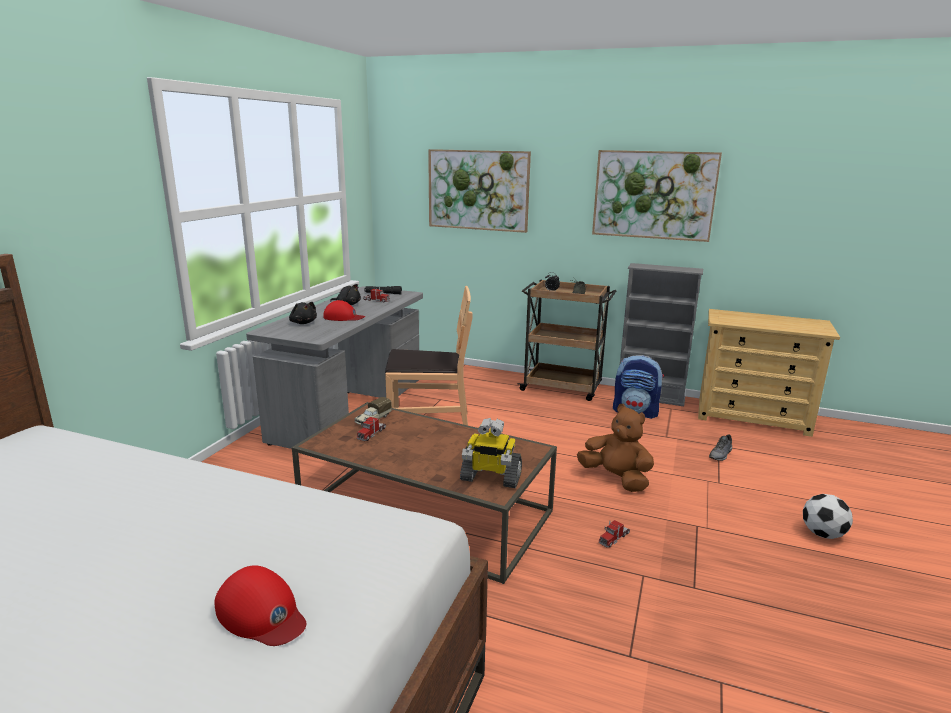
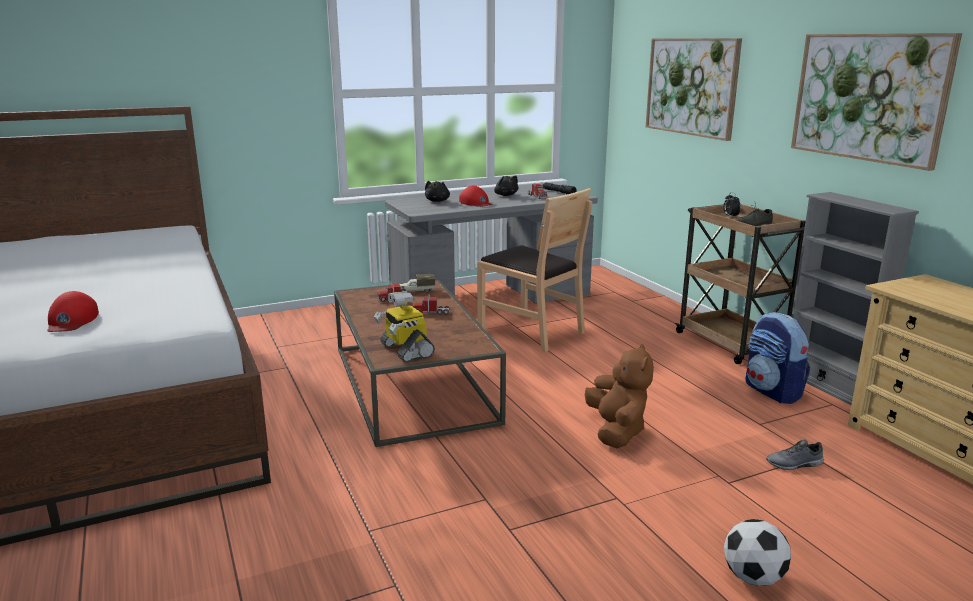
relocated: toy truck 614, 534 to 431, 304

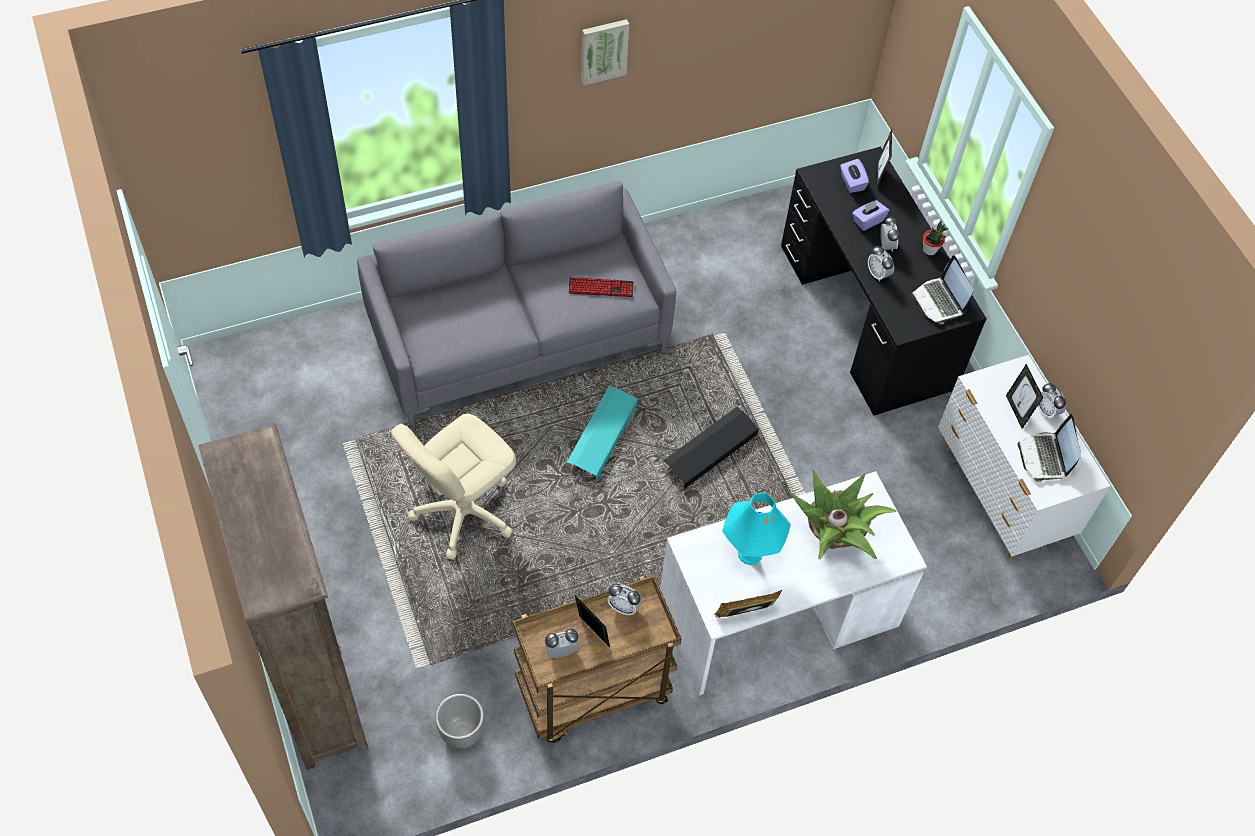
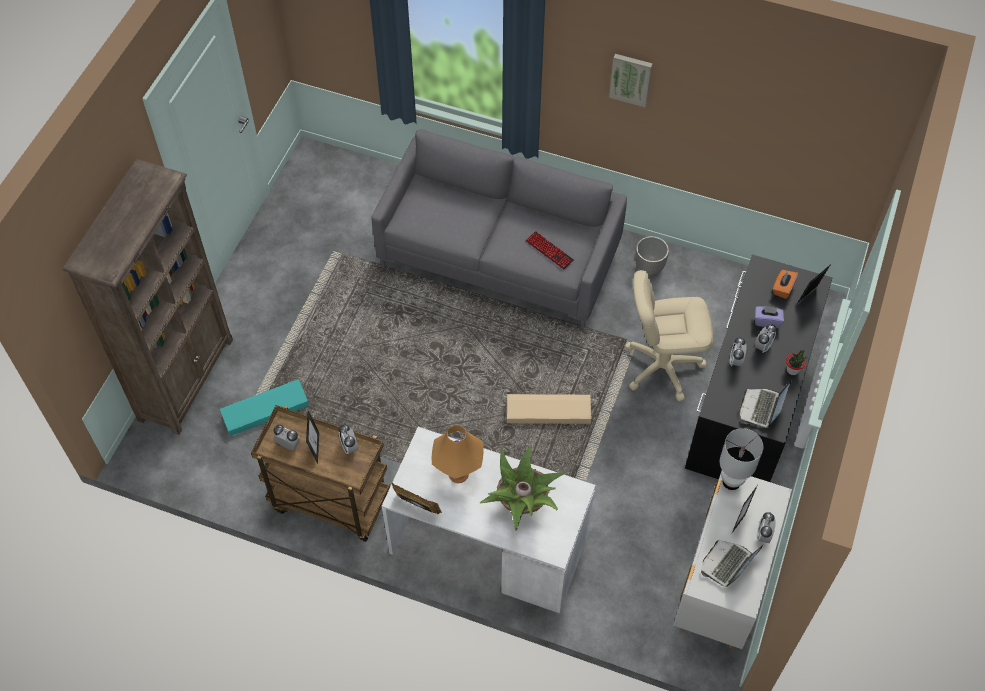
appeared: white table lamp 741, 459
relocated: beige office chair 454, 486 to 669, 335; planter 459, 721 to 652, 255; turquoise storage box 602, 433 to 264, 408
colour: black storage box 710, 447 to beige storage box 549, 409; turquoise table lamp 756, 529 to orange table lamp 457, 454; purple tissue box 854, 176 to orange tissue box 785, 284

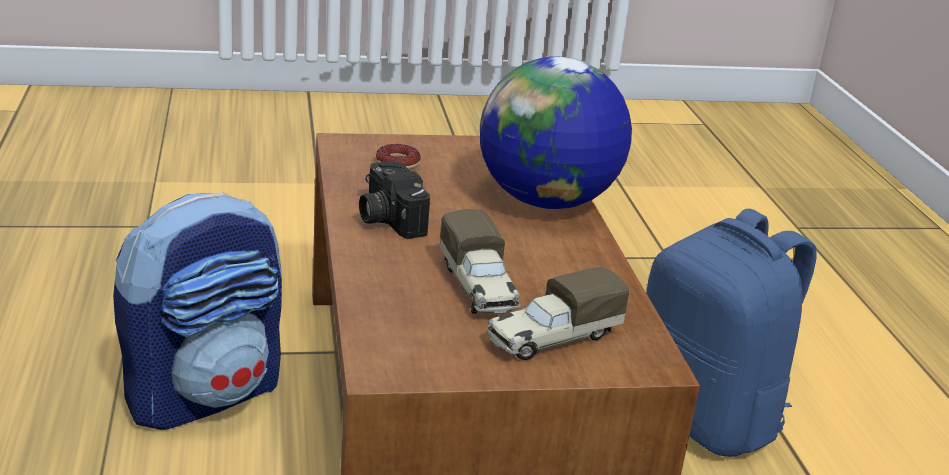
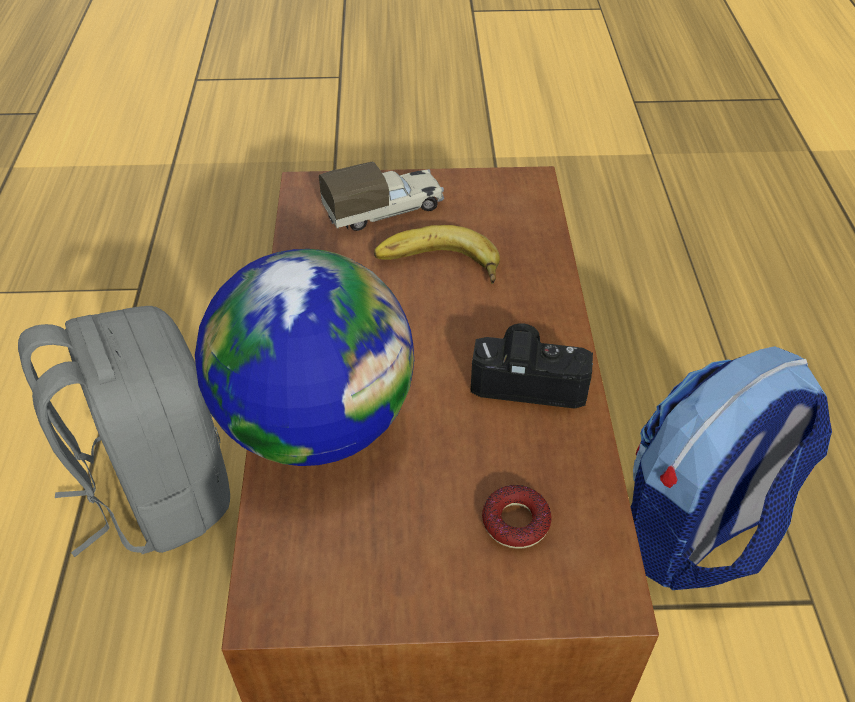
exchanged: toy truck 480, 261 to banana 437, 254
colour: blue backpack 731, 333 to grey backpack 124, 431
spun: photo camera 394, 200 = 531, 366 60 degrees counterclockwise

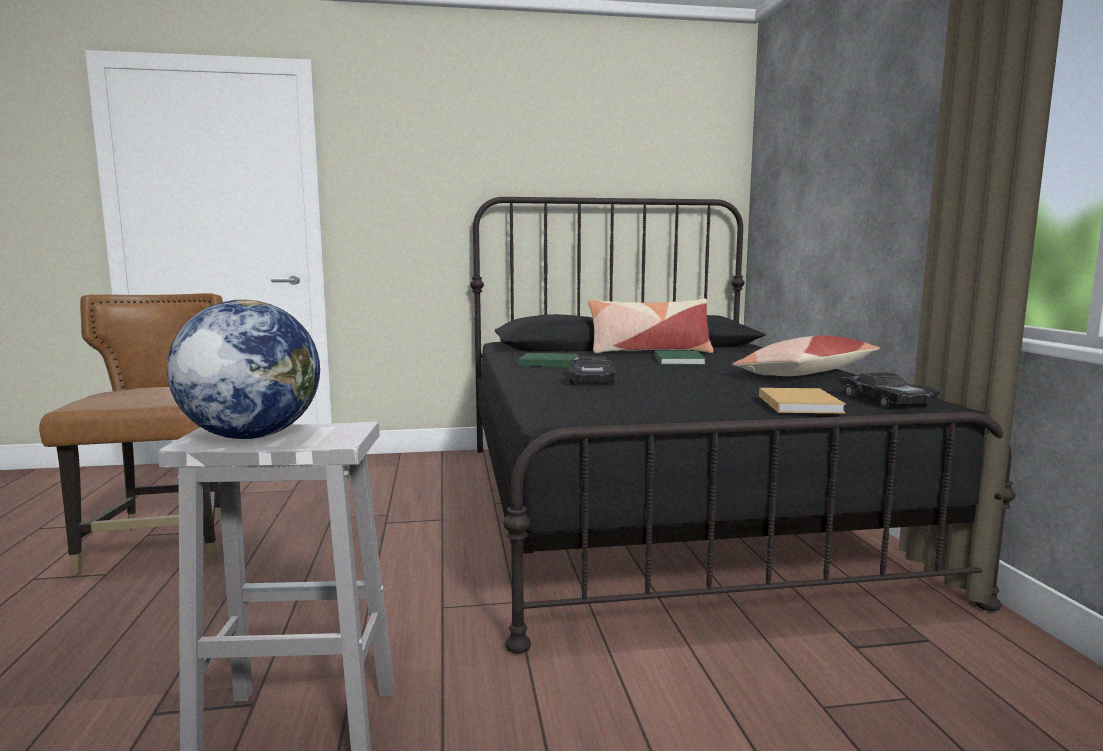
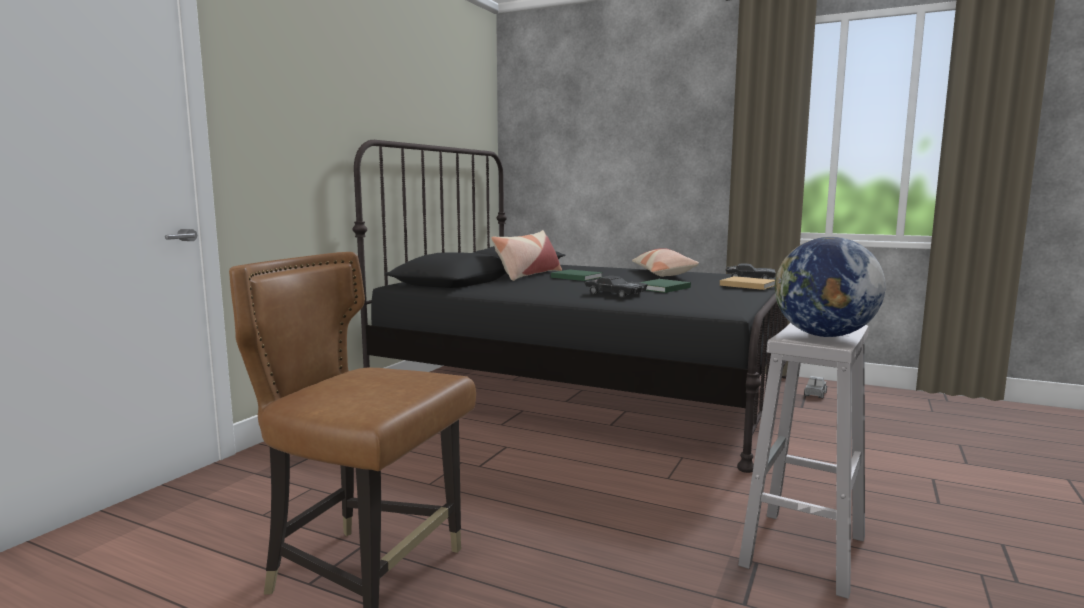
appeared: toy truck 815, 387
relocated: green book 548, 360 to 665, 286

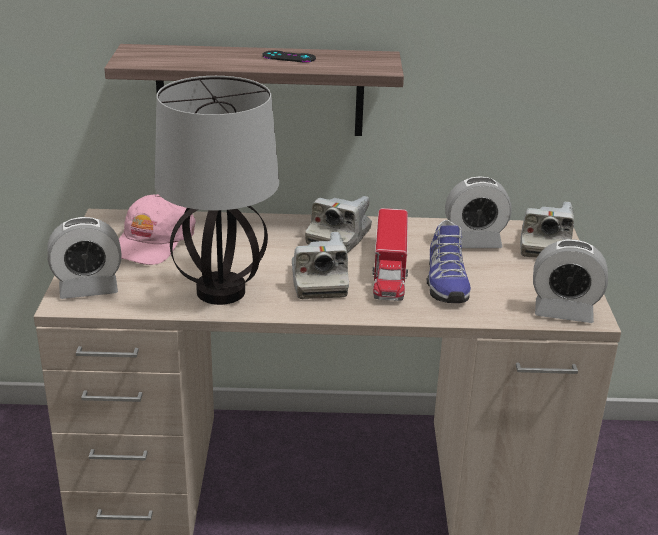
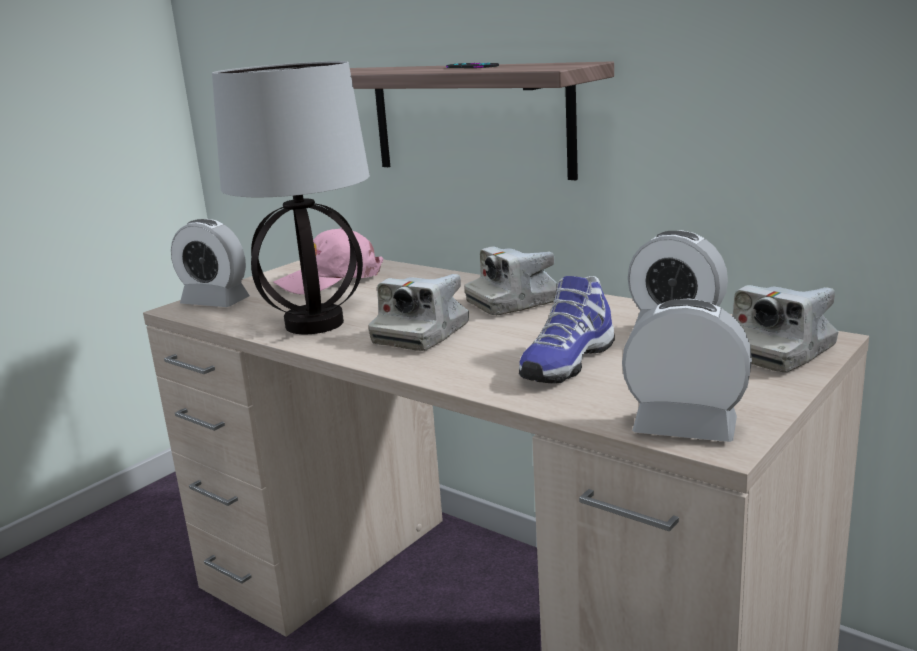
missing: toy truck 390, 254
spun: alarm clock 570, 281 = 687, 370 150 degrees clockwise

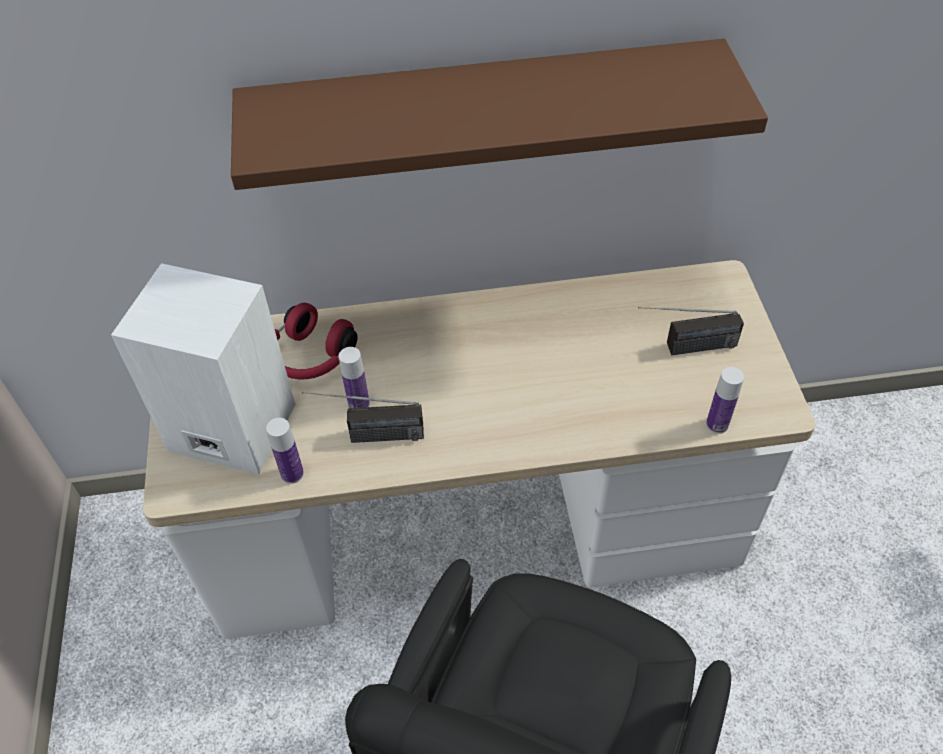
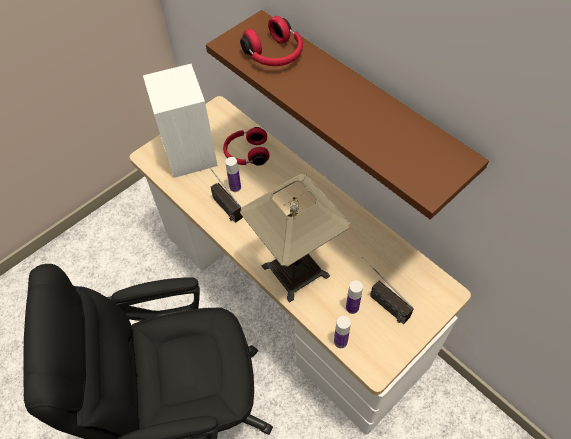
appeared: red headphones 271, 41; table lamp 295, 238
relocated: bottle 285, 451 to 354, 297

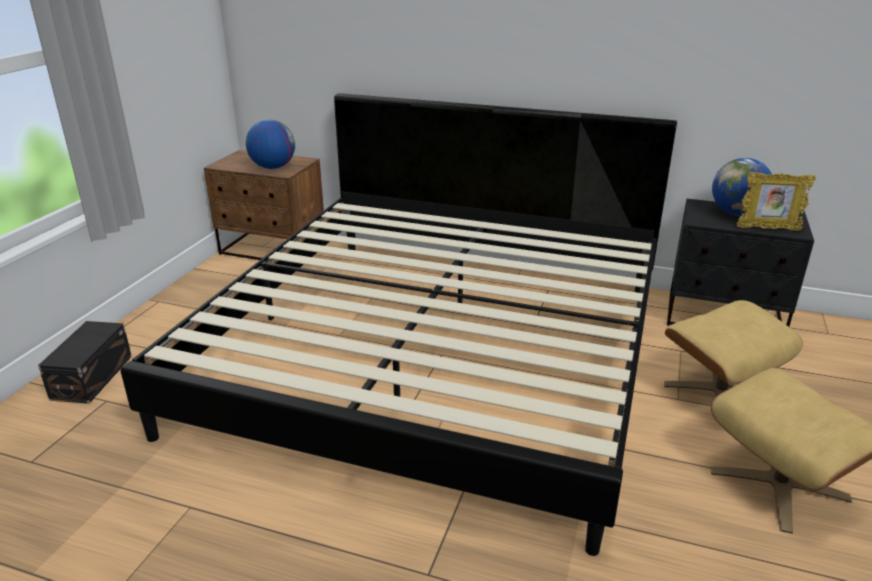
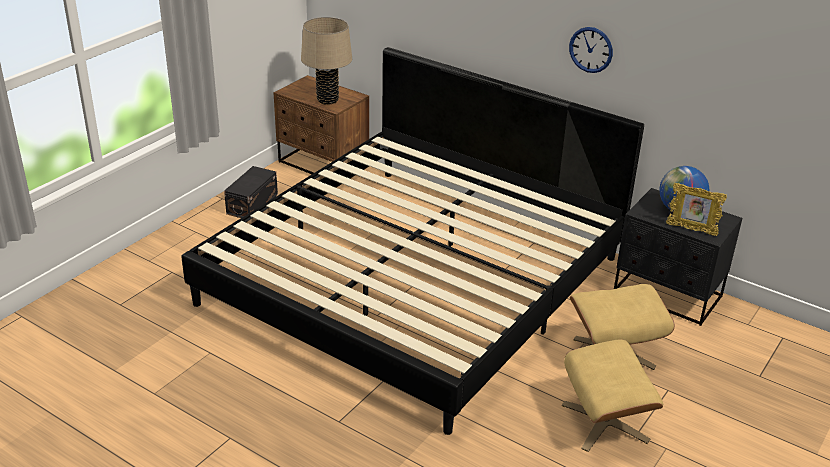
appeared: wall clock 591, 50
relocated: black storage box 85, 362 to 251, 192
exchanged: globe 270, 144 to beige table lamp 326, 61

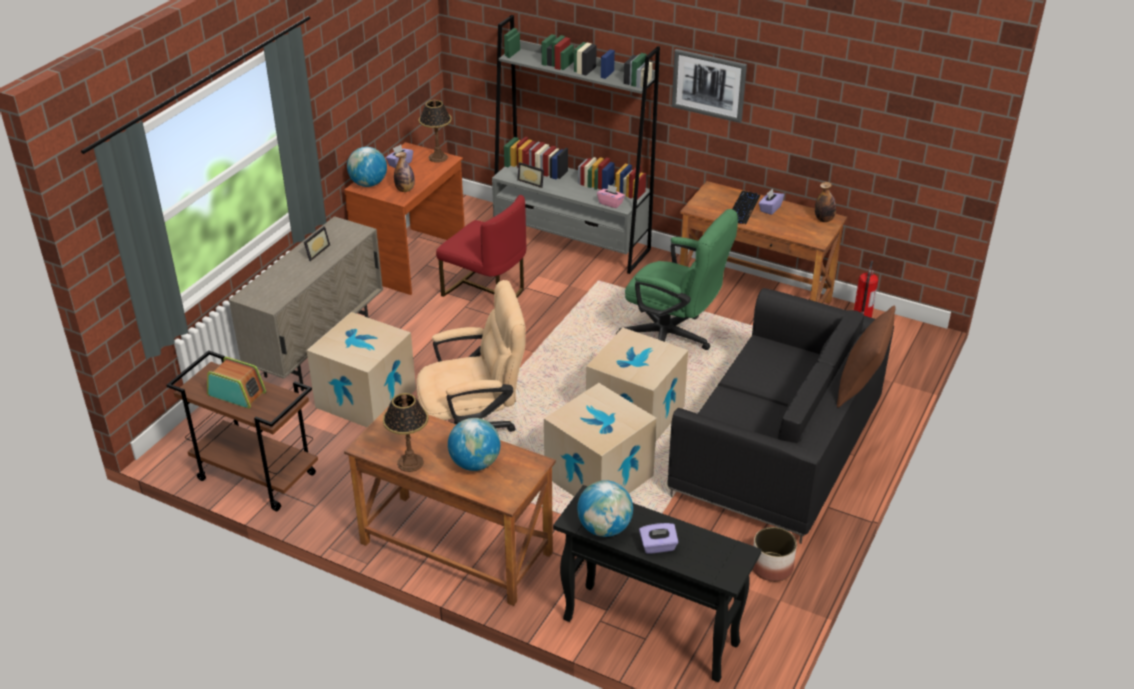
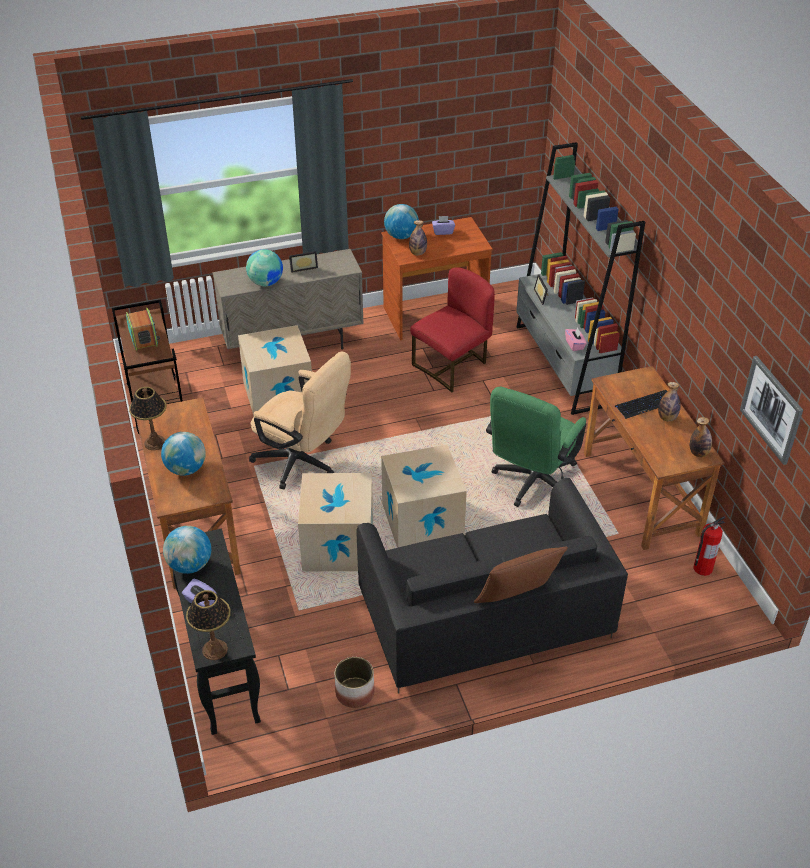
appeared: globe 264, 267
relocated: table lamp 435, 131 to 208, 625; picture 709, 86 to 771, 410
exchanged: purple tissue box 771, 202 to bottle 669, 401
spun: red chair 481, 246 = 452, 330 120 degrees counterclockwise; green office chair 677, 279 = 536, 447 45 degrees clockwise

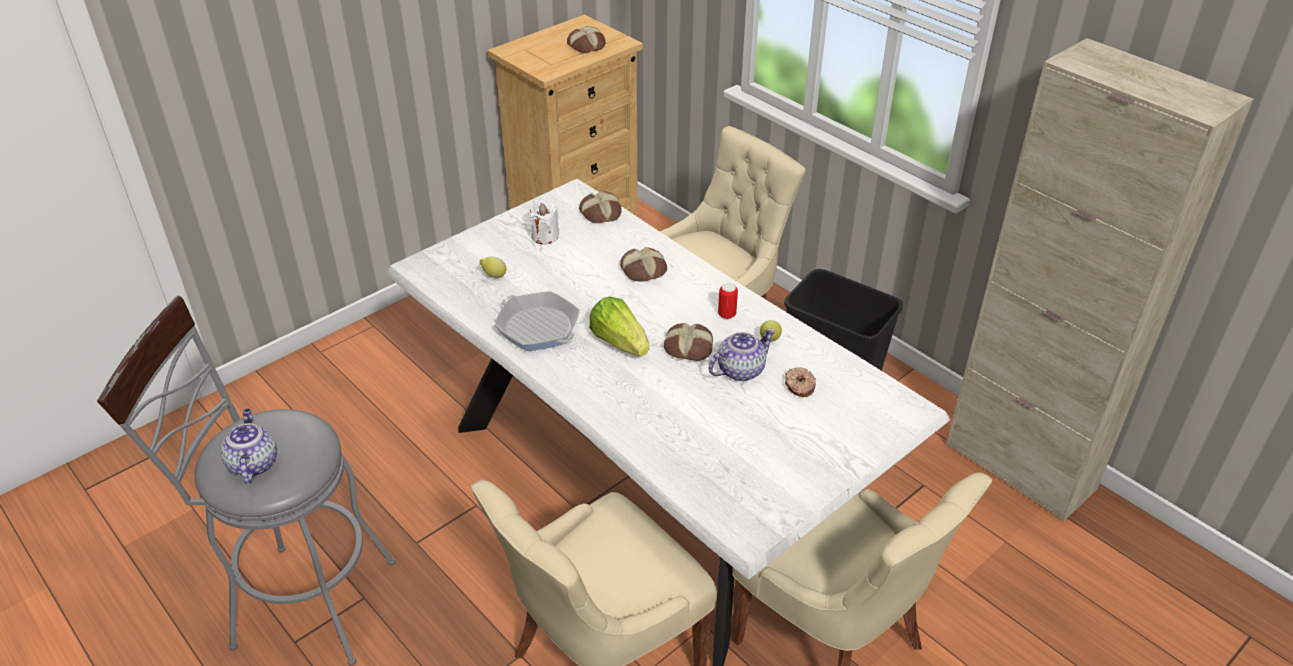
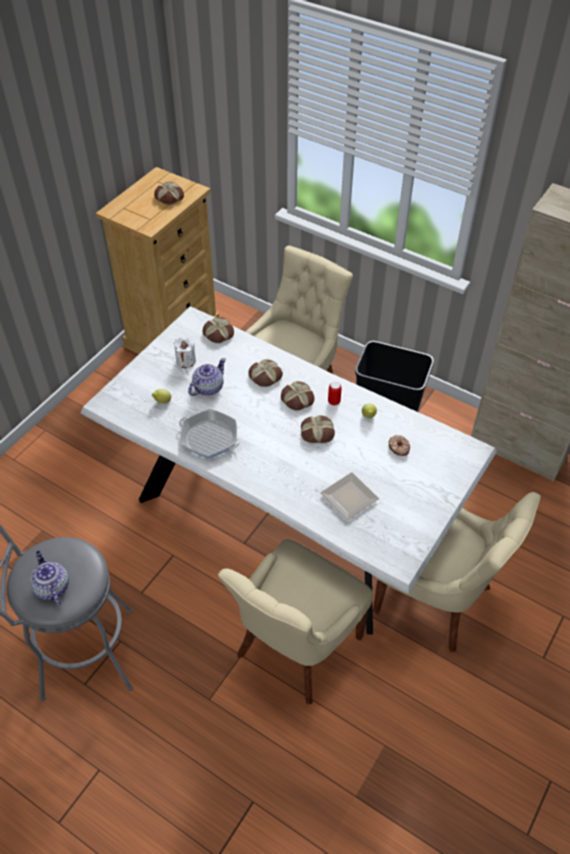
missing: lettuce 619, 326
appeared: bread 297, 396; plate 349, 496
relocated: teapot 741, 354 to 207, 377

